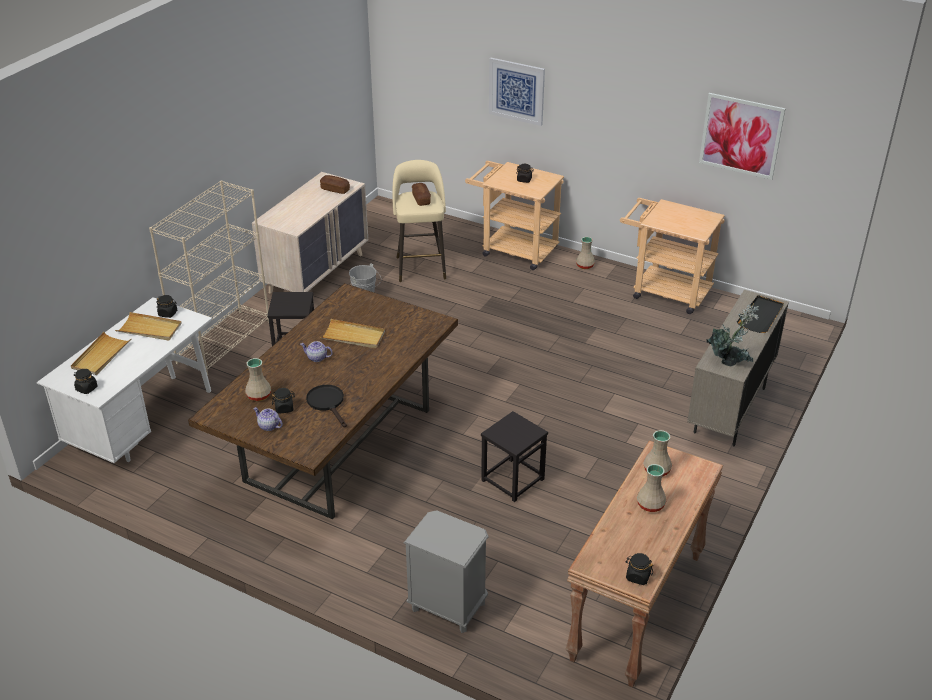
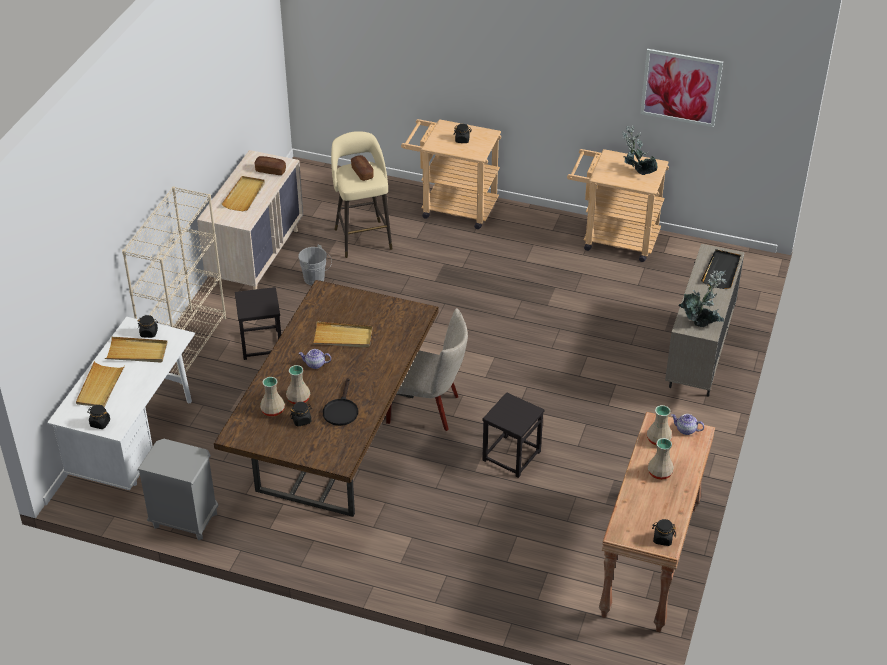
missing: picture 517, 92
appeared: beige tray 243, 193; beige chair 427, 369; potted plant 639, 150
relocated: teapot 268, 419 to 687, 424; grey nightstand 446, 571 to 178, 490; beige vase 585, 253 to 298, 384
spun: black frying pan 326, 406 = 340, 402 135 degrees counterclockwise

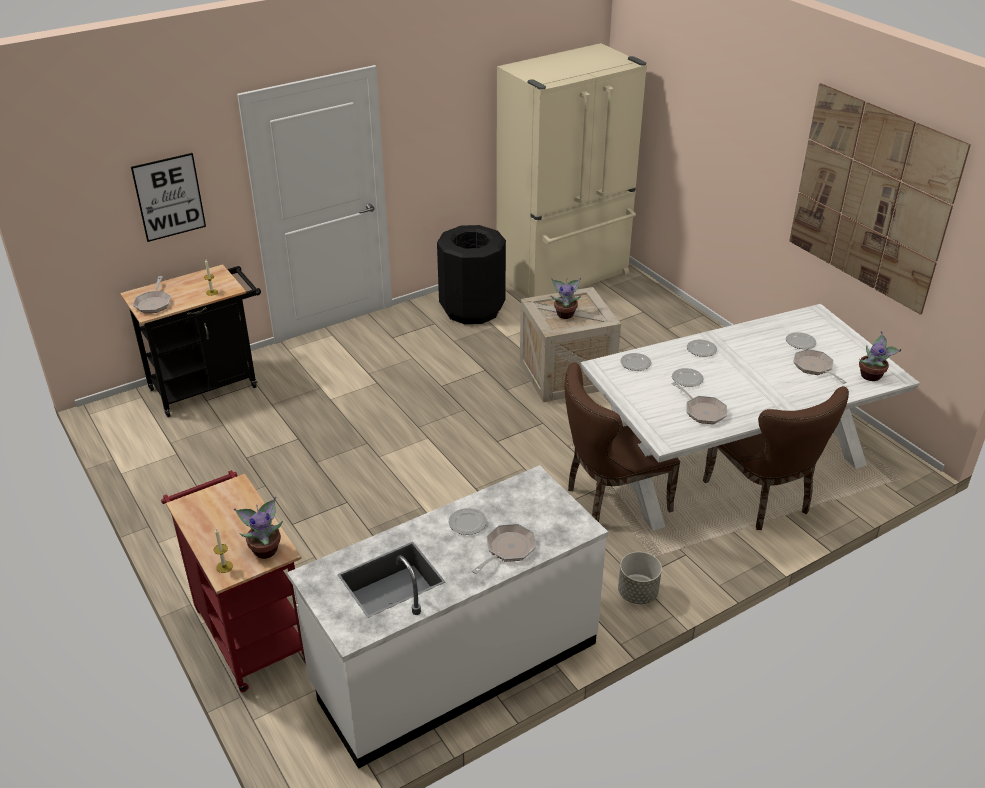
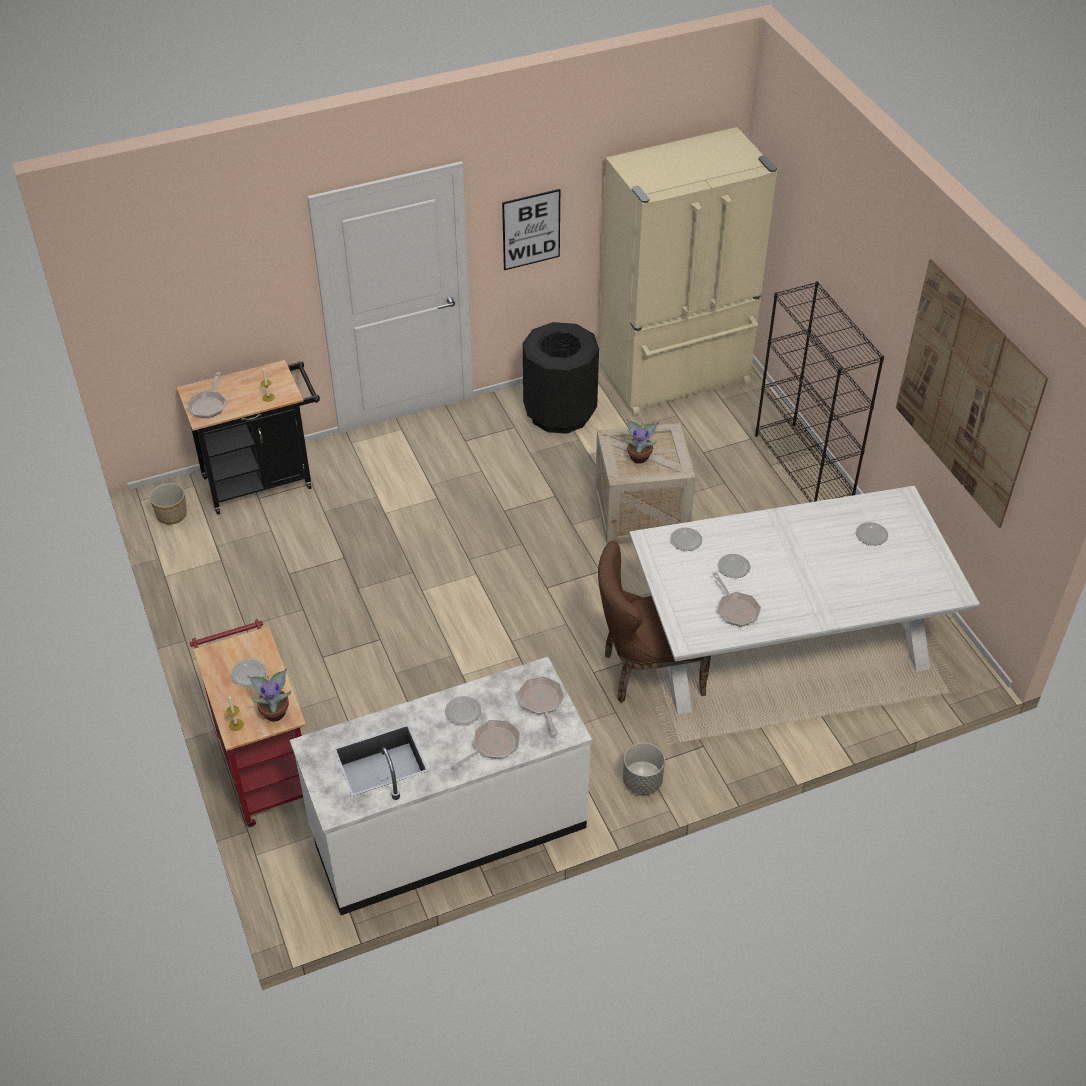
missing: brown chair 776, 458; potted plant 880, 356
appeared: planter 168, 504; black bookcase 819, 391
relocated: picture 168, 197 to 531, 229; plate 702, 348 to 248, 673; frying pan 820, 366 to 540, 706

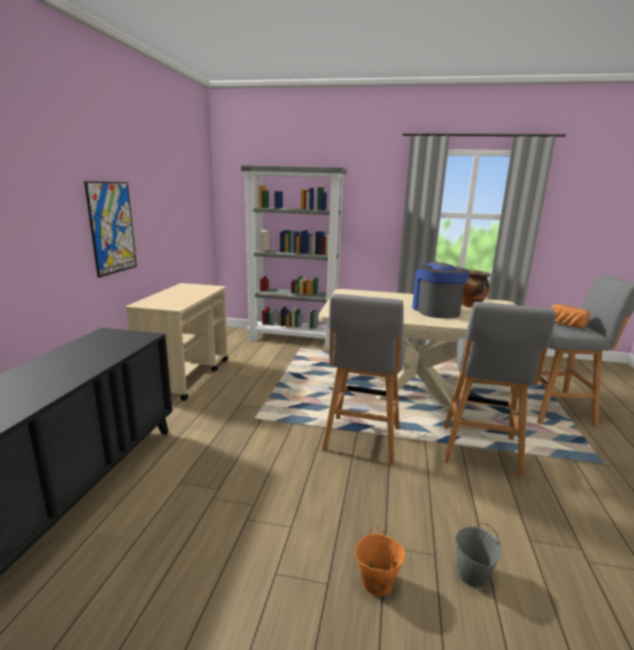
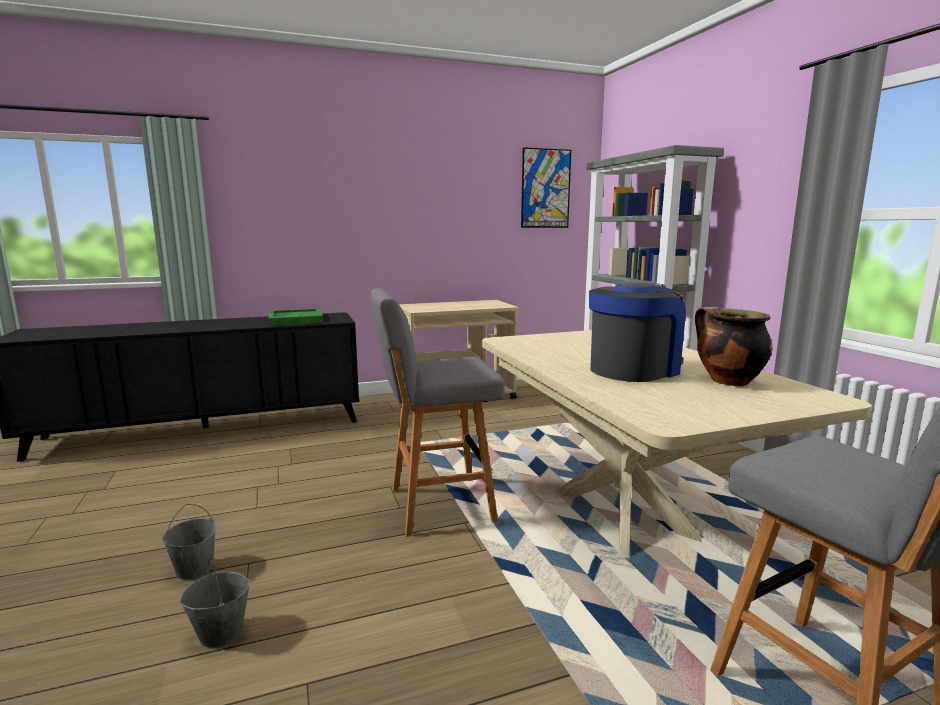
missing: grey stool 500, 389; bread 570, 316
appeared: green tray 295, 317
relocated: picture 110, 229 to 546, 187
colour: orange bucket 380, 561 to grey bucket 189, 542

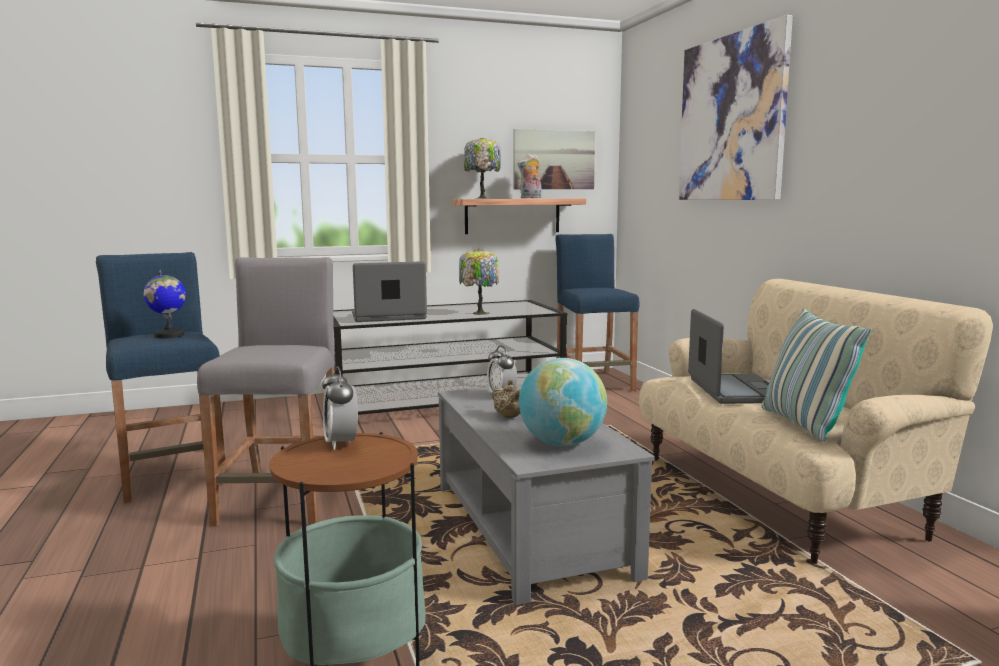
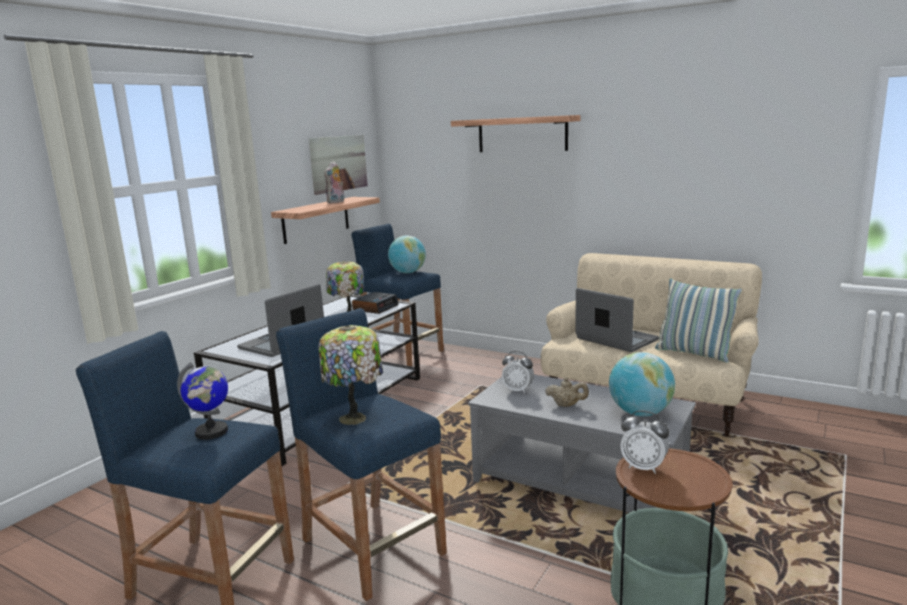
appeared: alarm clock 375, 303; globe 407, 254
relocated: table lamp 482, 168 to 350, 375
exchanged: picture 735, 107 to shelf 515, 133
colour: grey stool 266, 392 to blue stool 361, 454

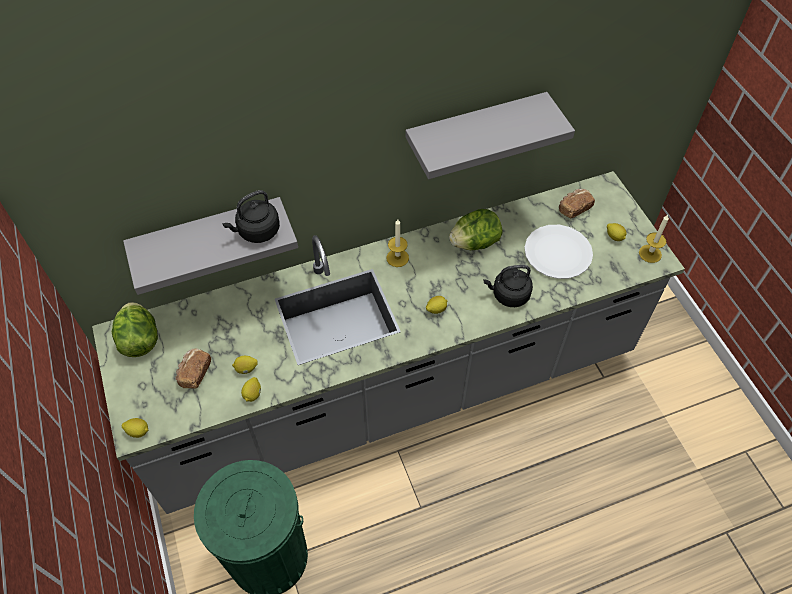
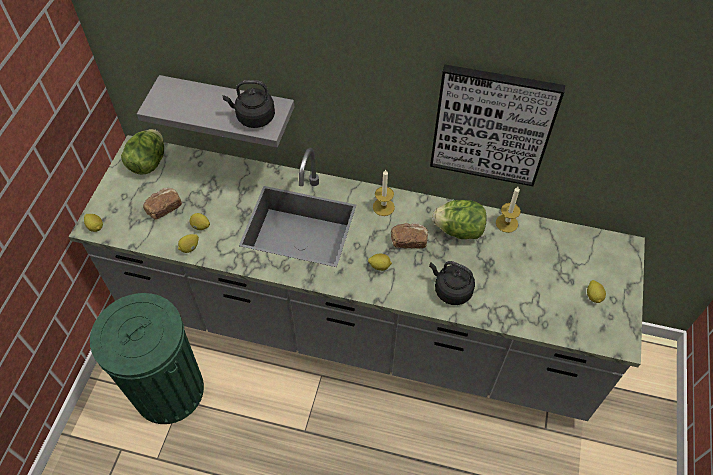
missing: white plate 558, 252
relocated: bread 577, 204 to 409, 235; candle 654, 239 to 508, 210
exchanged: grey shelf 490, 135 to picture 497, 125

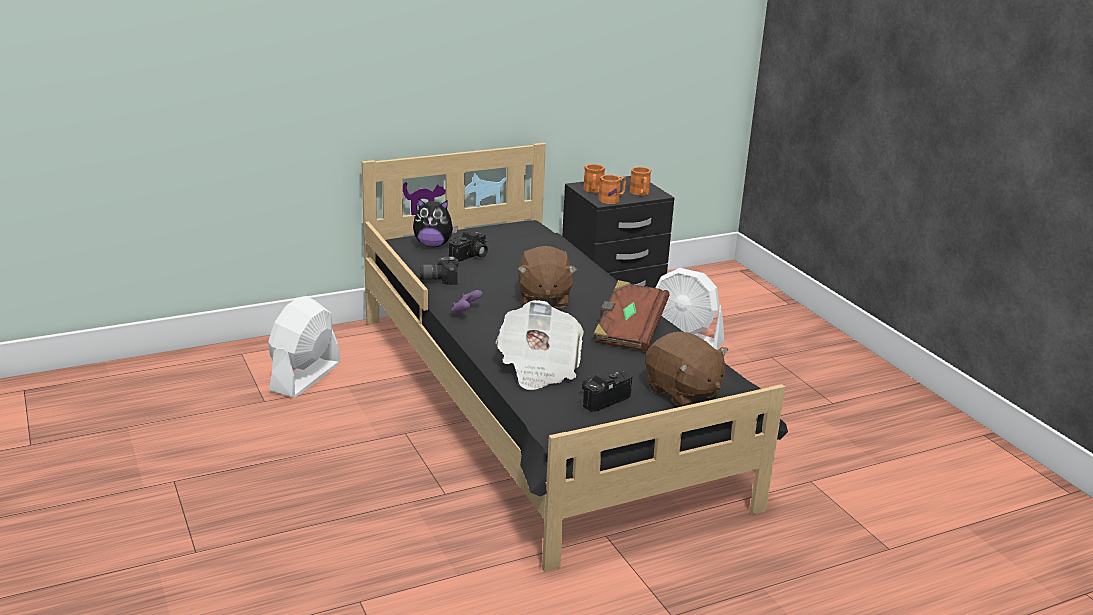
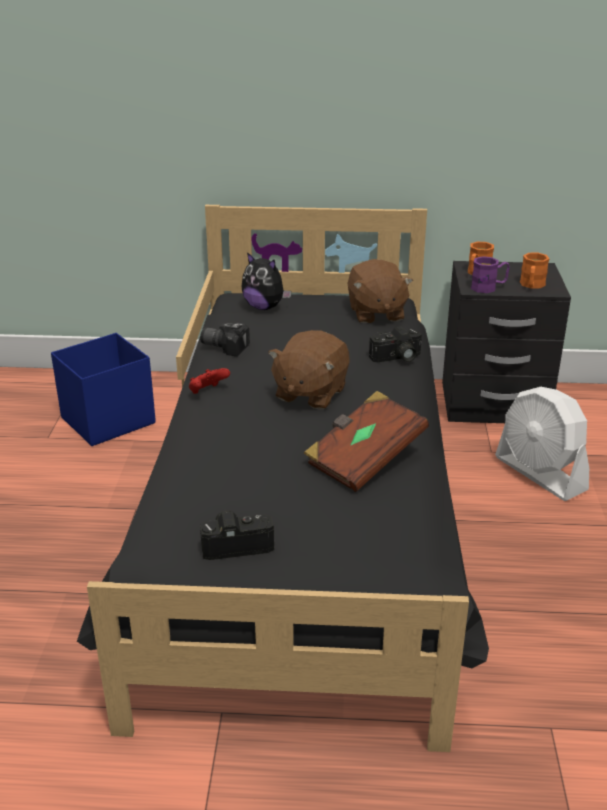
missing: newspaper 540, 345
relocated: photo camera 468, 246 to 395, 344; brown plush toy 686, 369 to 380, 291
exchanged: white fan 304, 346 to blue storage box 103, 389
colour: purple game controller 467, 303 to red game controller 209, 381; orange mug 612, 189 to purple mug 490, 274

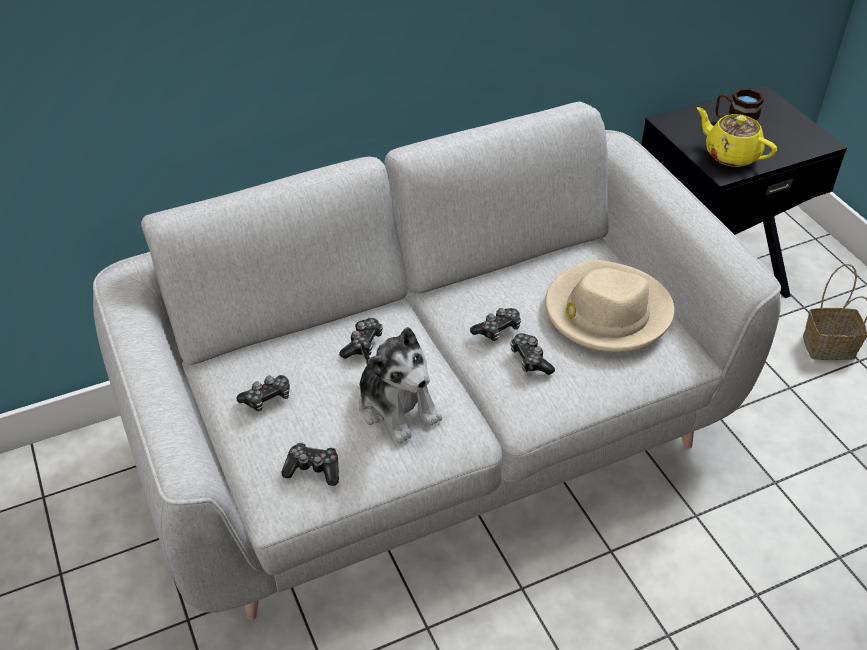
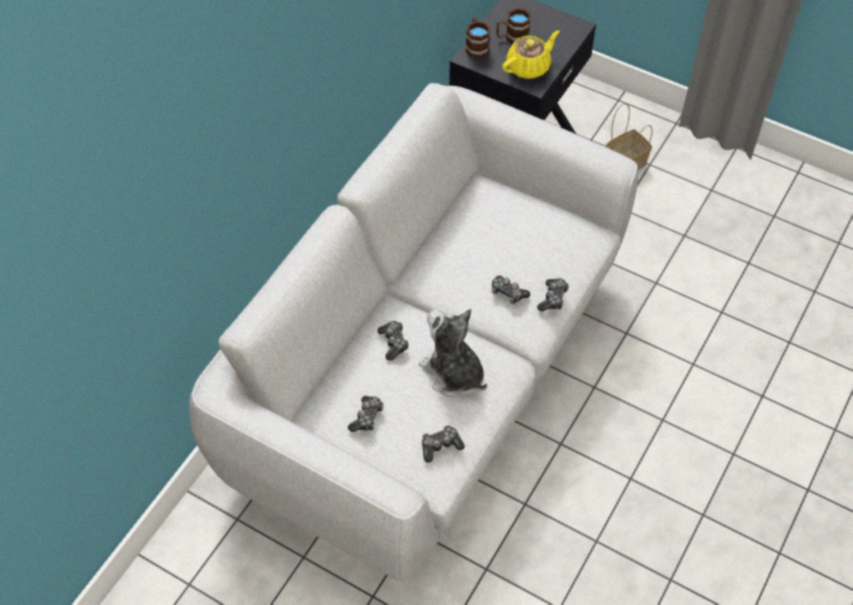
missing: beige hat 609, 305
appeared: brown mug 478, 38
relocated: game controller 495, 324 to 553, 294
spun: plush toy 400, 385 = 453, 353 150 degrees counterclockwise; yellow teapot 737, 137 = 530, 54 135 degrees clockwise

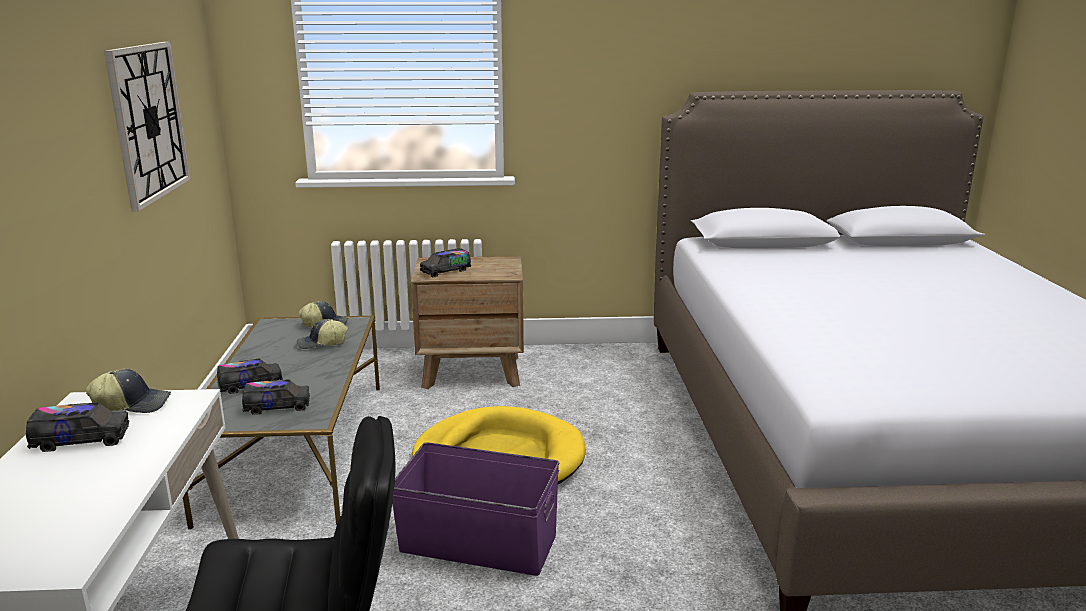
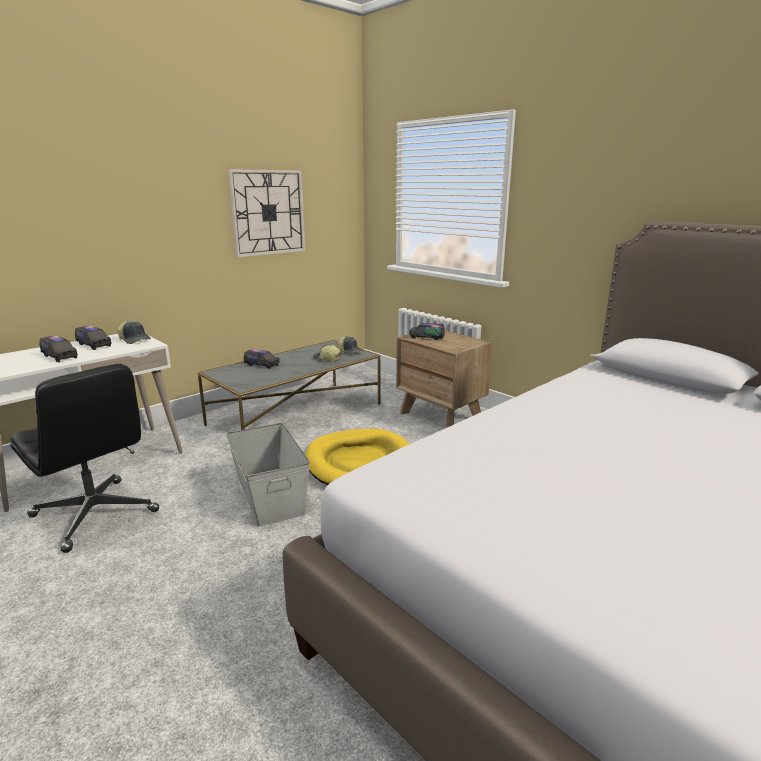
relocated: toy truck 276, 397 to 59, 348
colour: purple storage box 475, 509 to grey storage box 268, 474

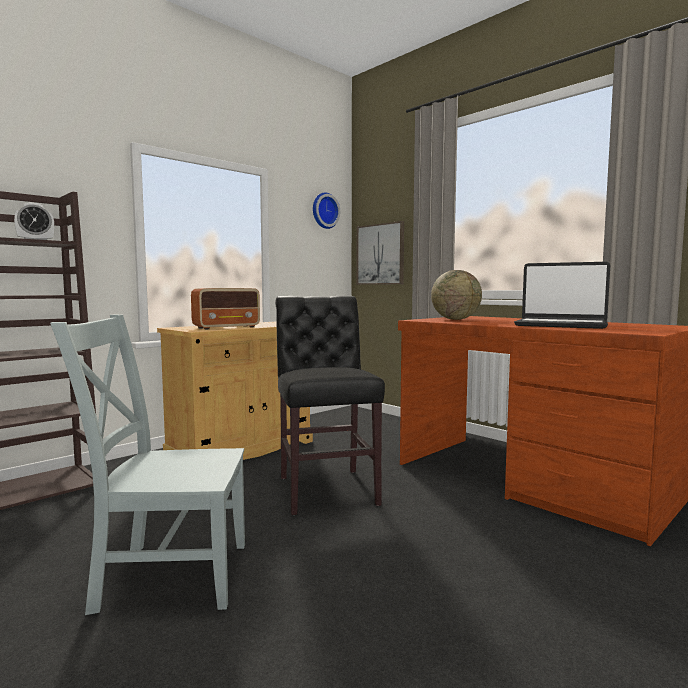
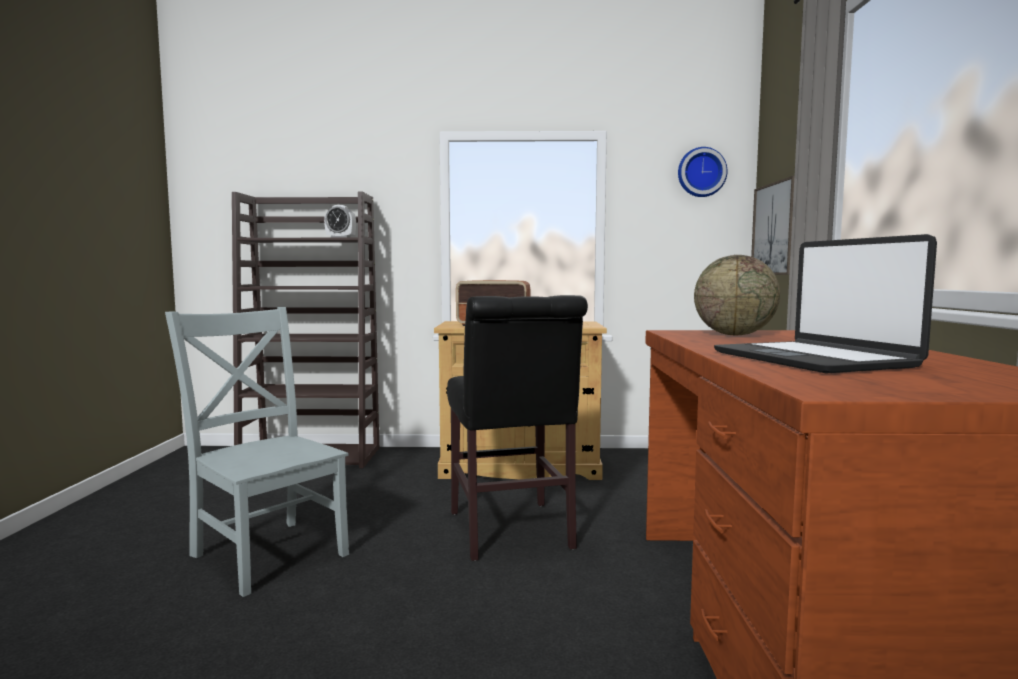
spun: black chair 330, 405 = 517, 428 135 degrees clockwise

